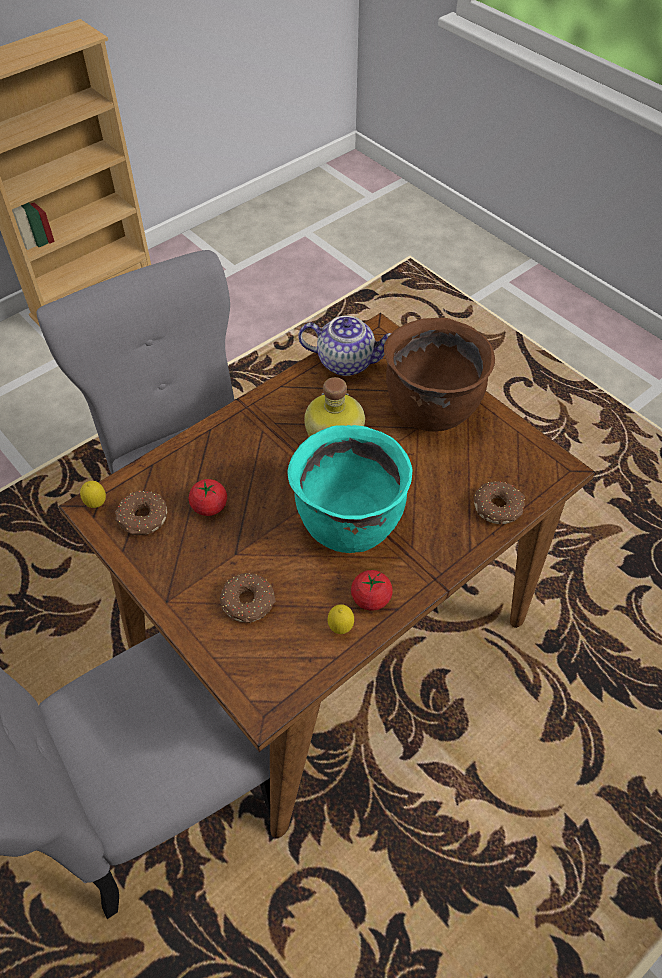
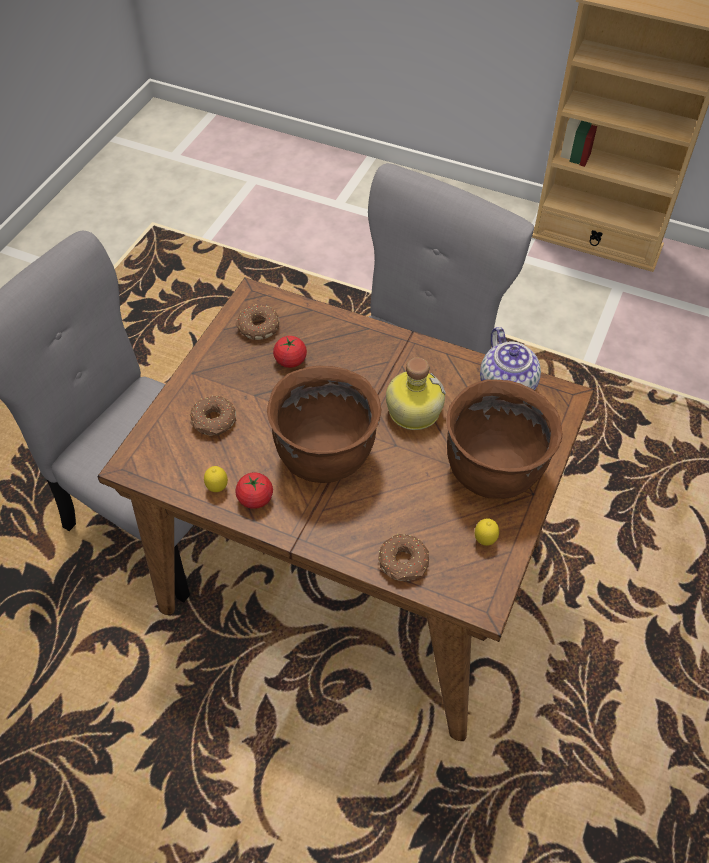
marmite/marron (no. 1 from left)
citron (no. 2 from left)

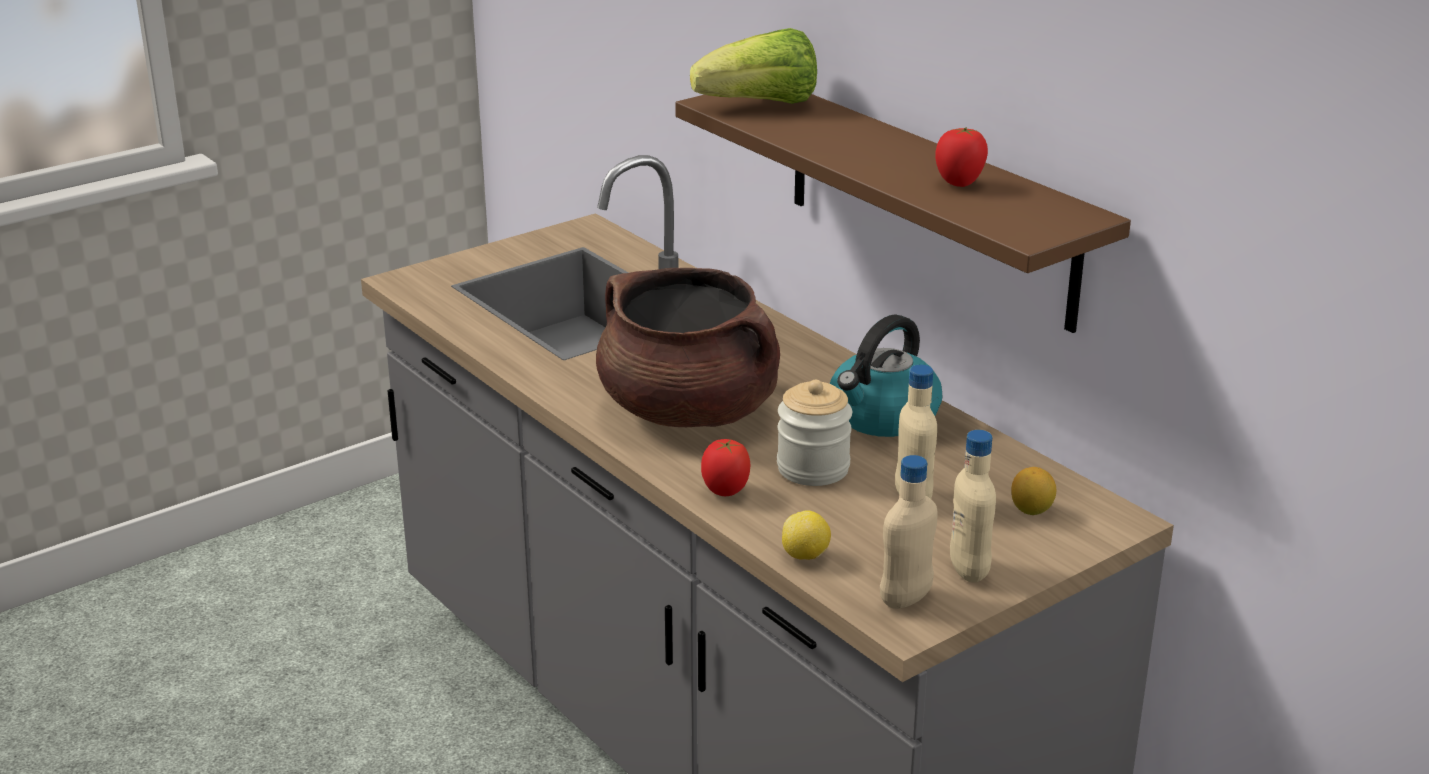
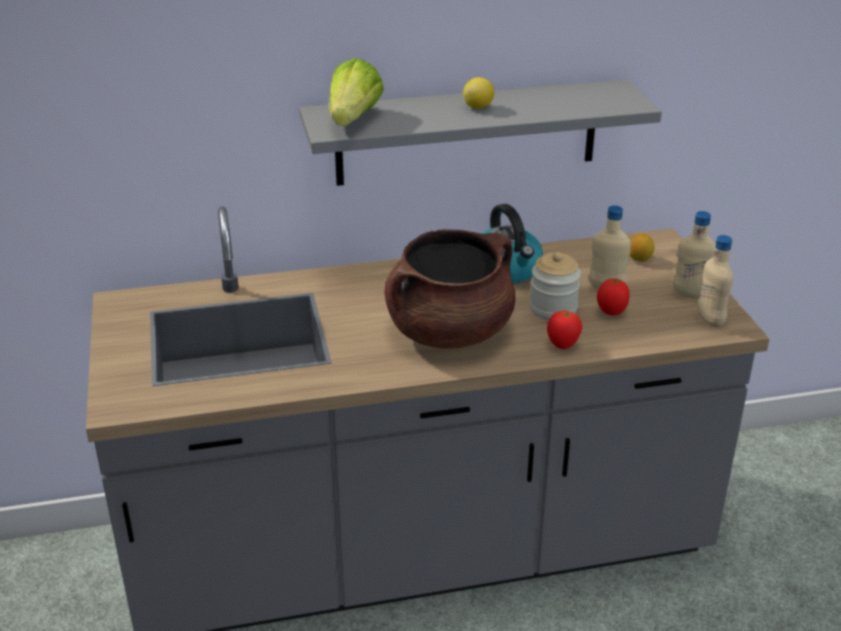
étagère/gris
tomate (no. 2 from left)
citron (no. 1 from left)

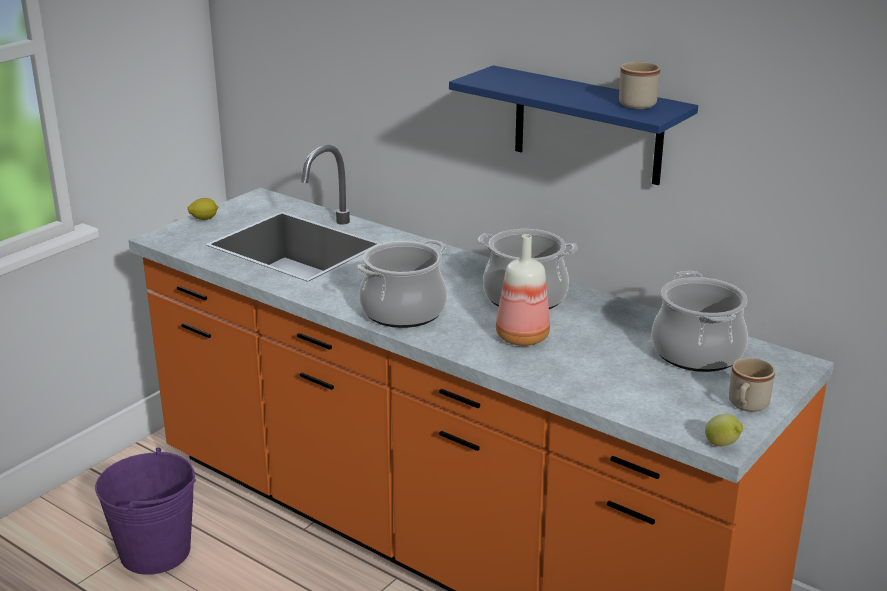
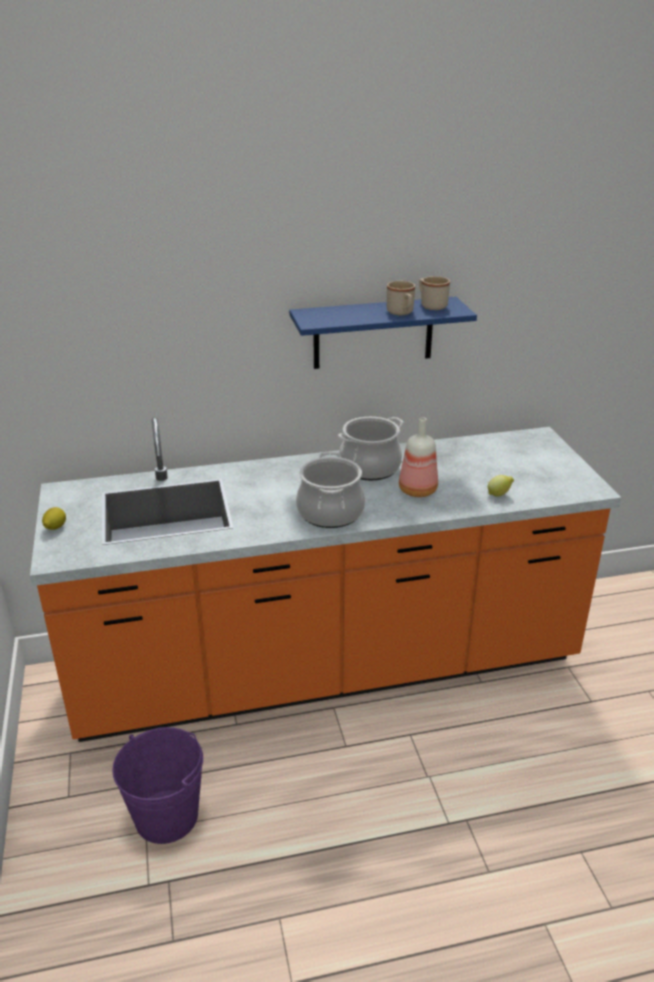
marmite (no. 3 from left in the first image)
mug/beige (no. 1 from left)
citron (no. 2 from left)

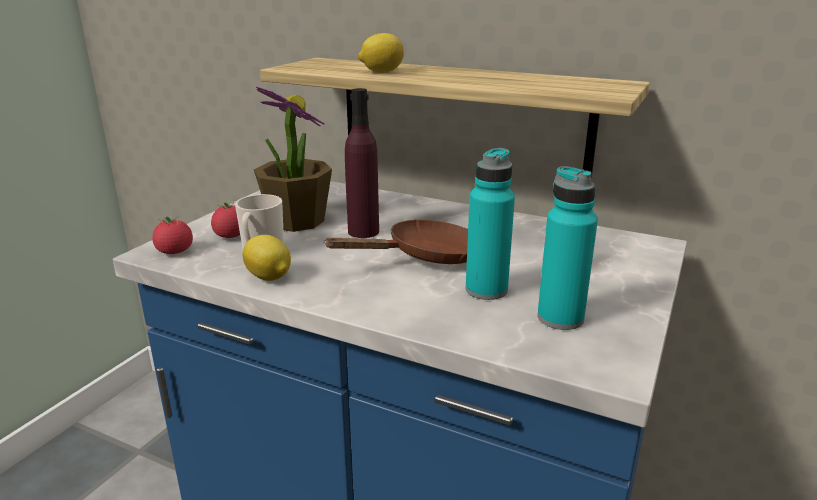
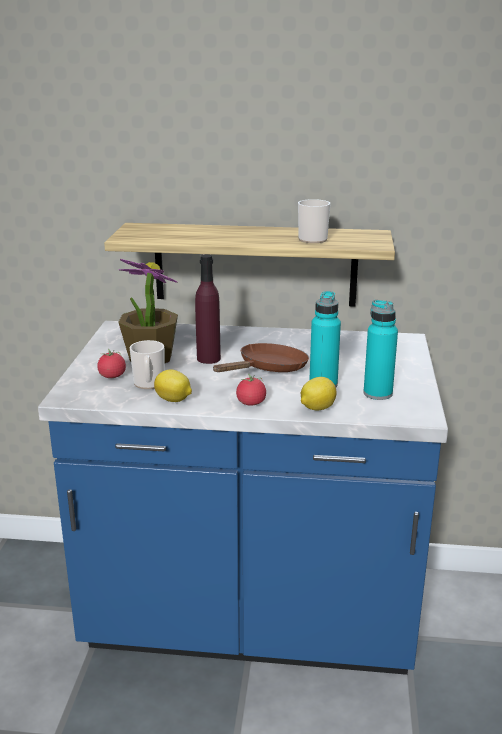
citron (no. 2 from left)
tomate (no. 2 from left)
mug (no. 2 from left)

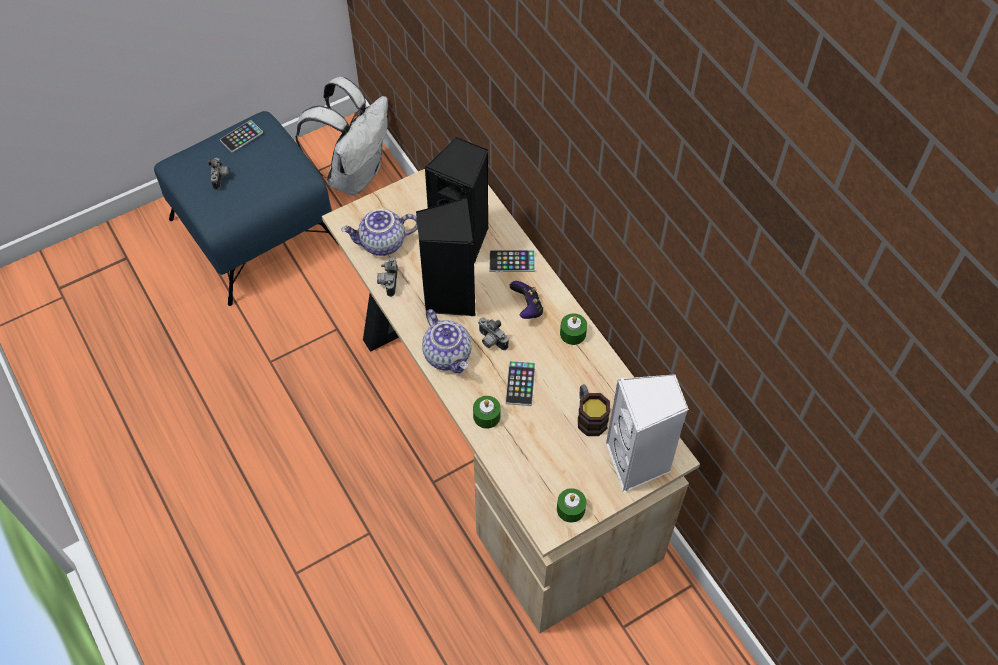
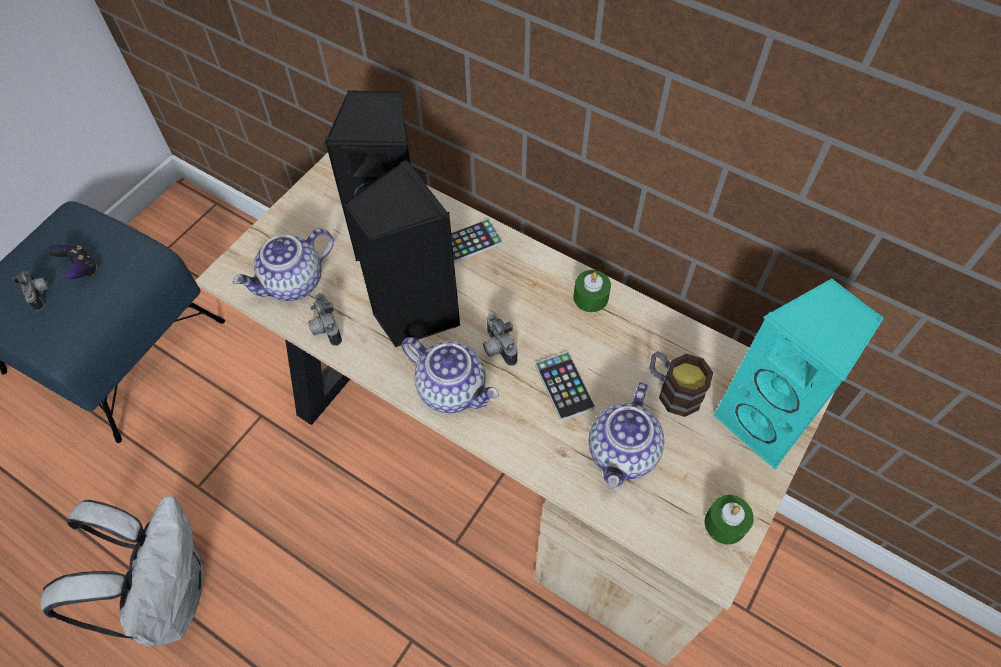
sac à dos/blanc
téléphone (no. 1 from left in the first image)
manette
appareil photo (no. 3 from left)
enceinte/turquoise
bougie/vert (no. 1 from left in the first image)
théière (no. 3 from left)

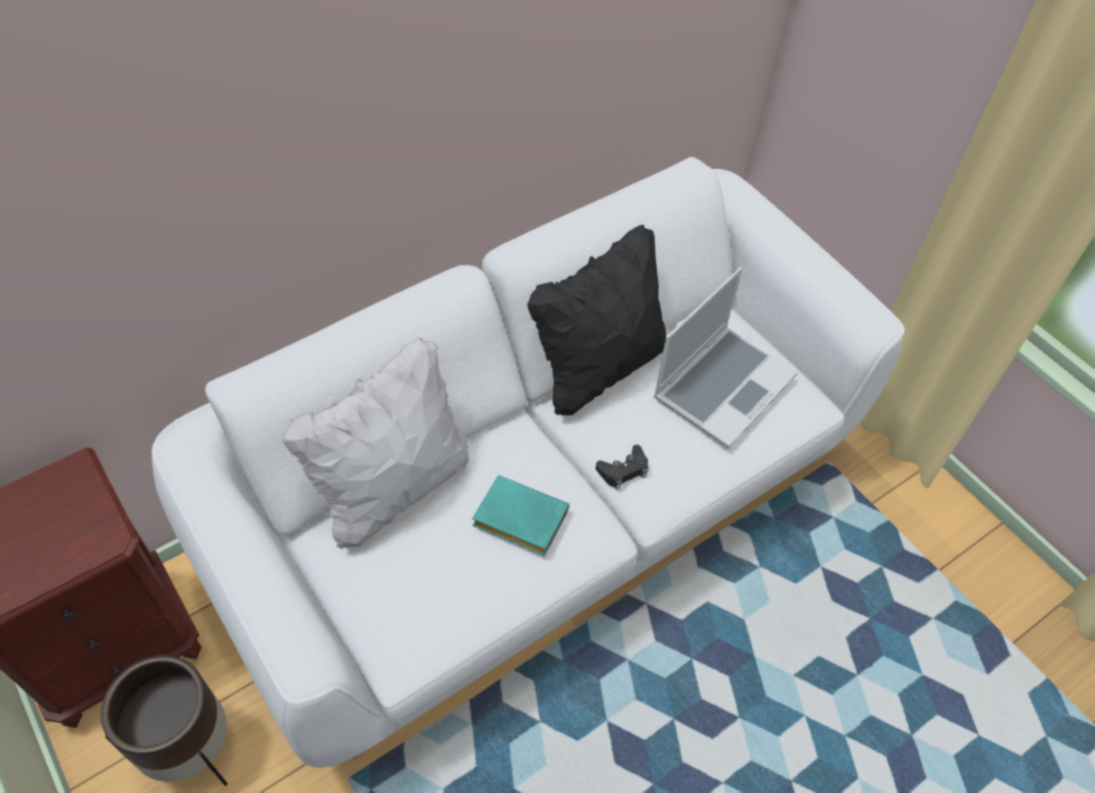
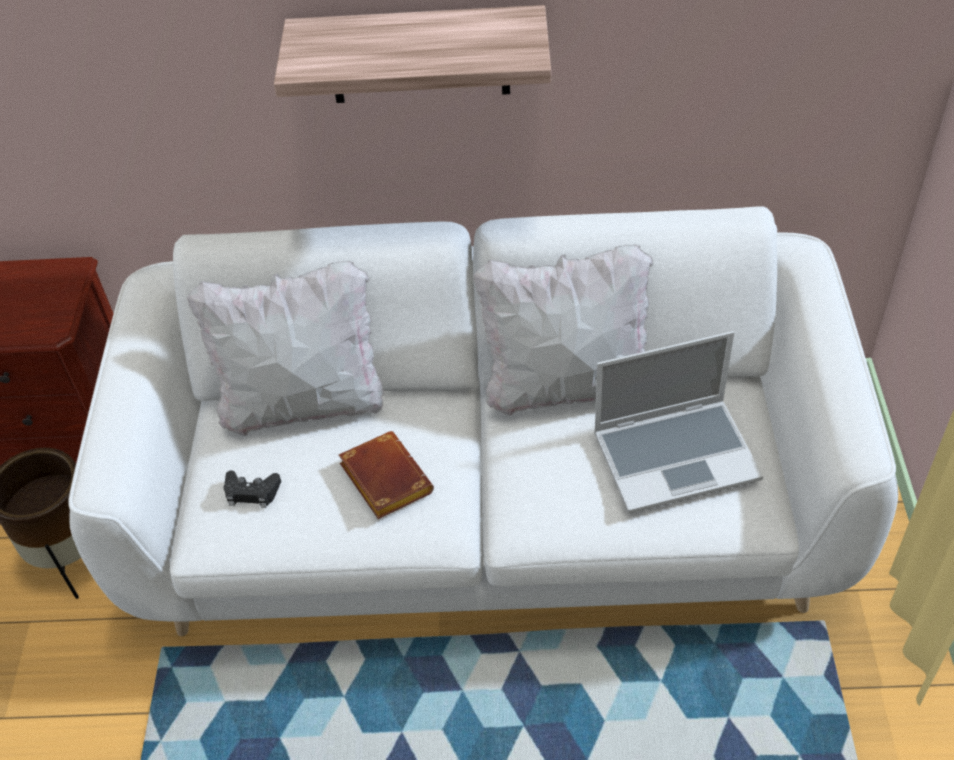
coussin/blanc (no. 2 from left)
manette/noir
livre/marron
étagère

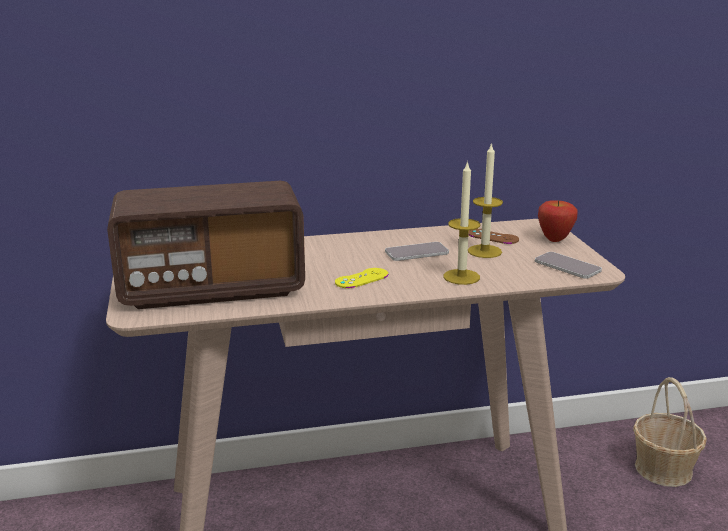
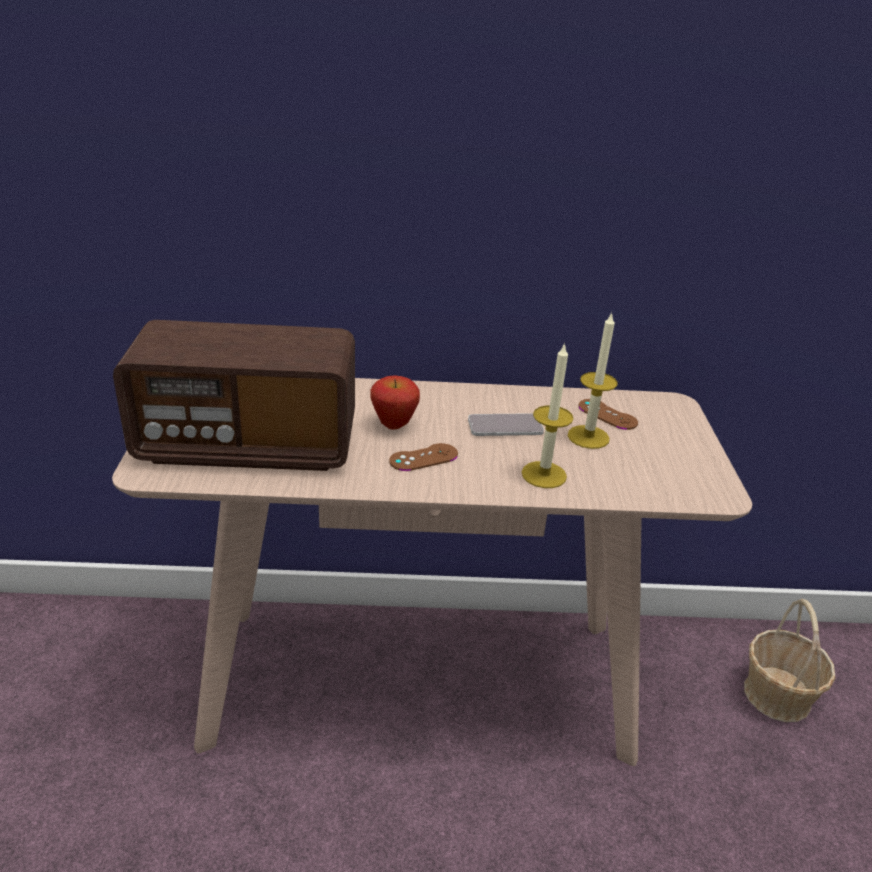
pomme
téléphone (no. 2 from left in the first image)
manette/marron (no. 1 from left)

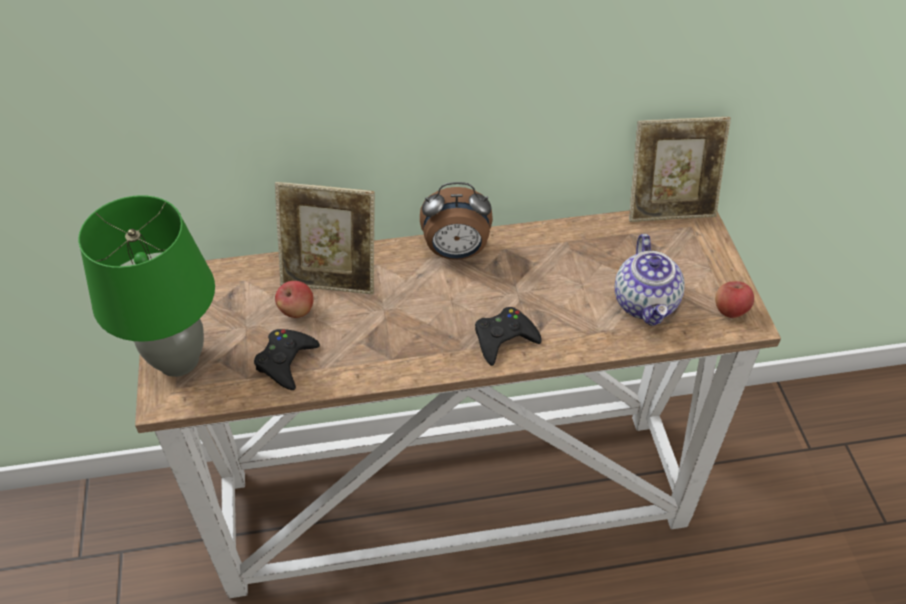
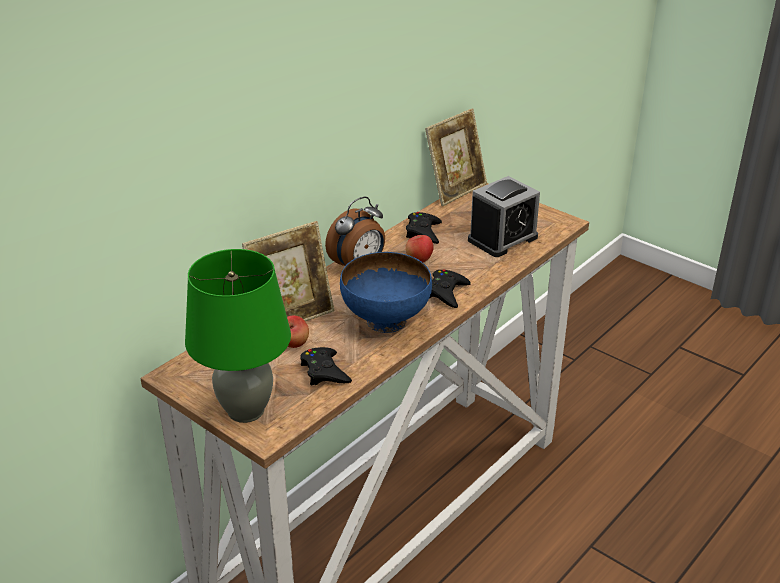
réveil (no. 2 from left)
pomme (no. 2 from left)
manette/noir (no. 2 from left)
bol/bleu

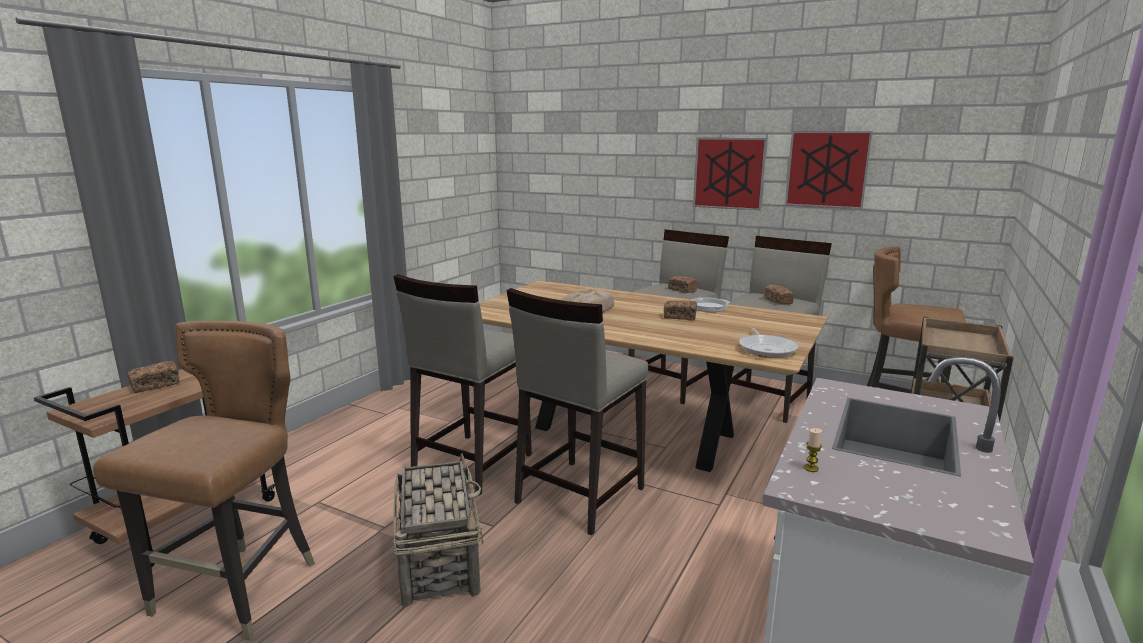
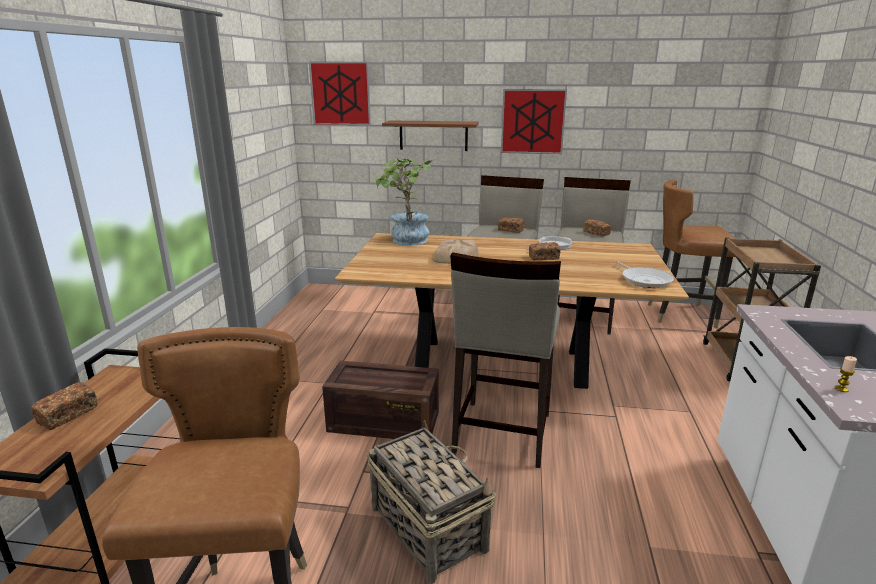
tableau (no. 1 from left)
caisse
étagère/marron
plante en pot

